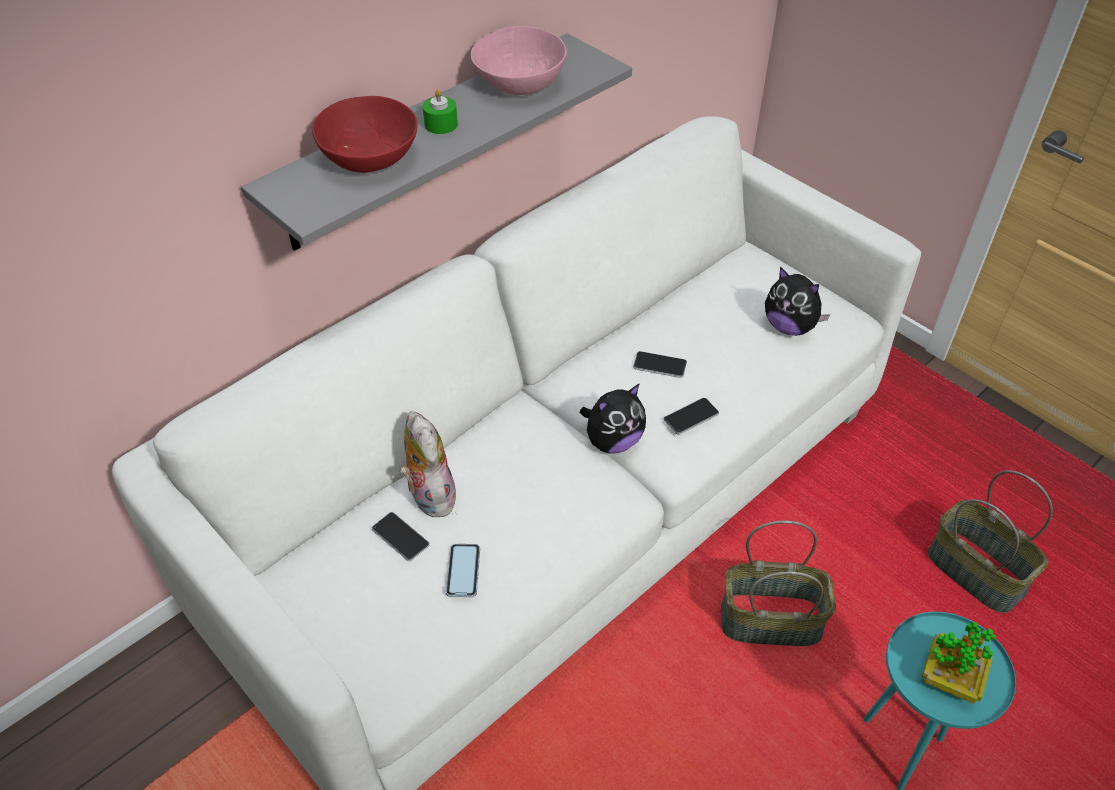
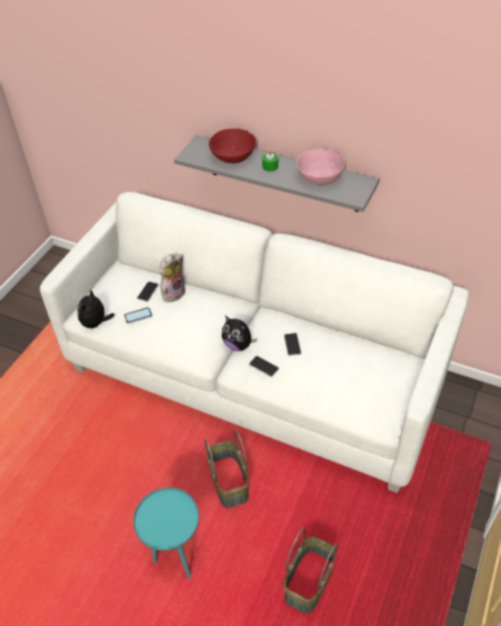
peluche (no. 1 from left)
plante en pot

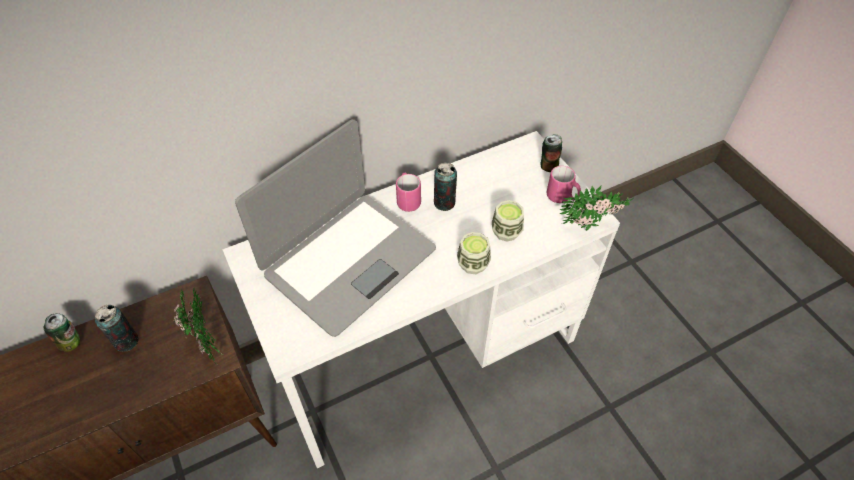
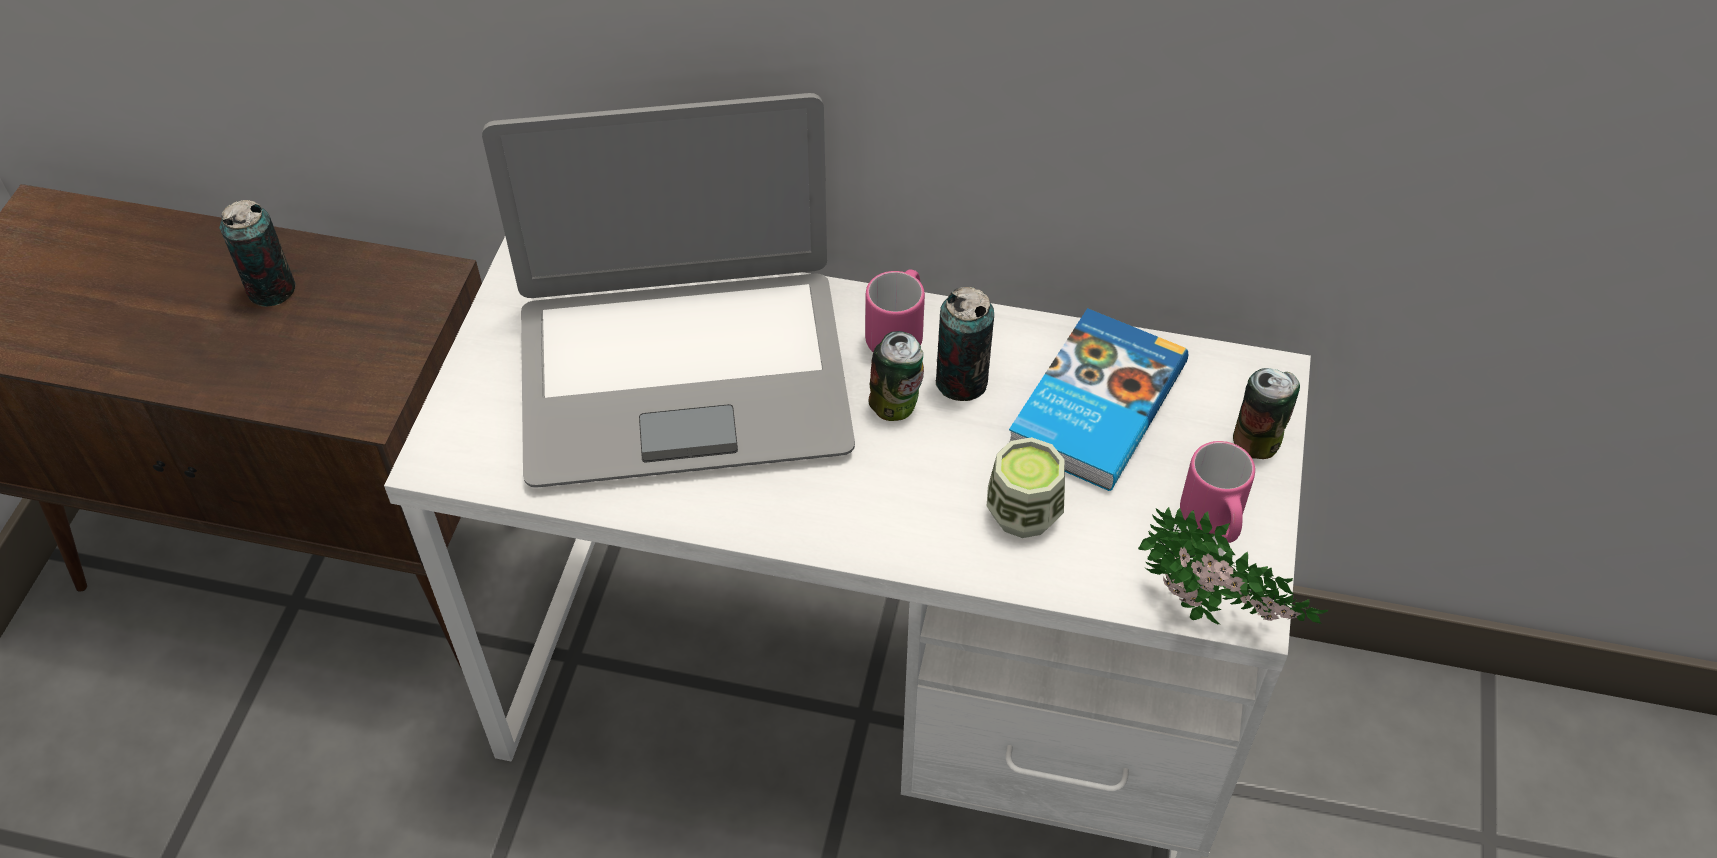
tasse (no. 1 from left in the first image)
plante en pot (no. 1 from left in the first image)
boîte métallique (no. 2 from left)
livre

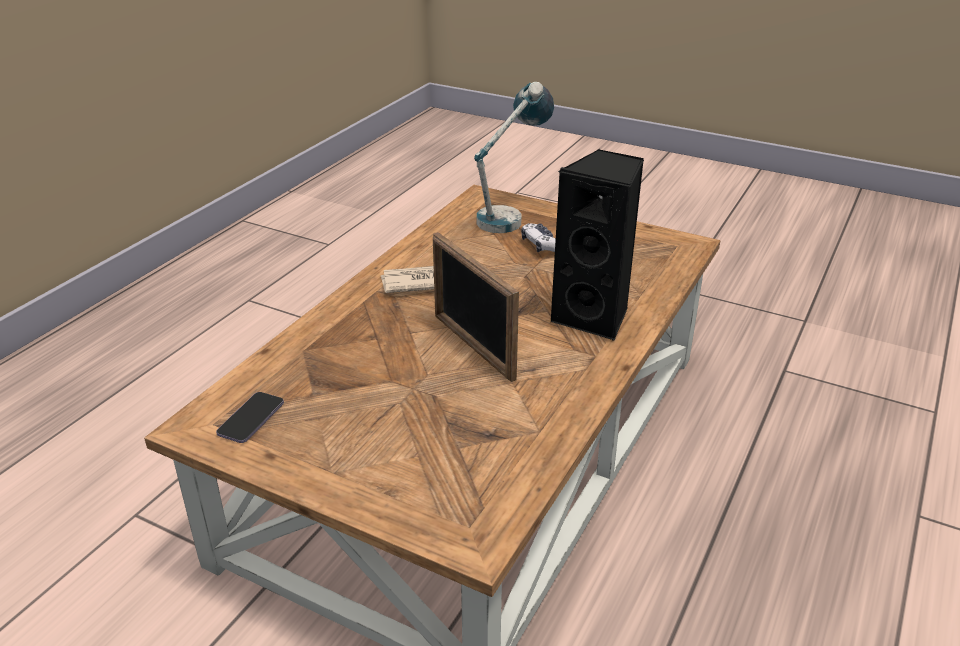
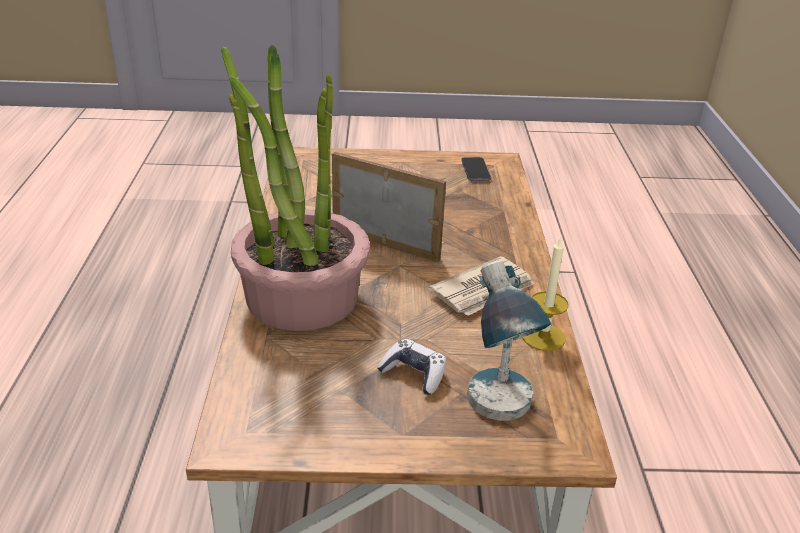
plante en pot
bougie

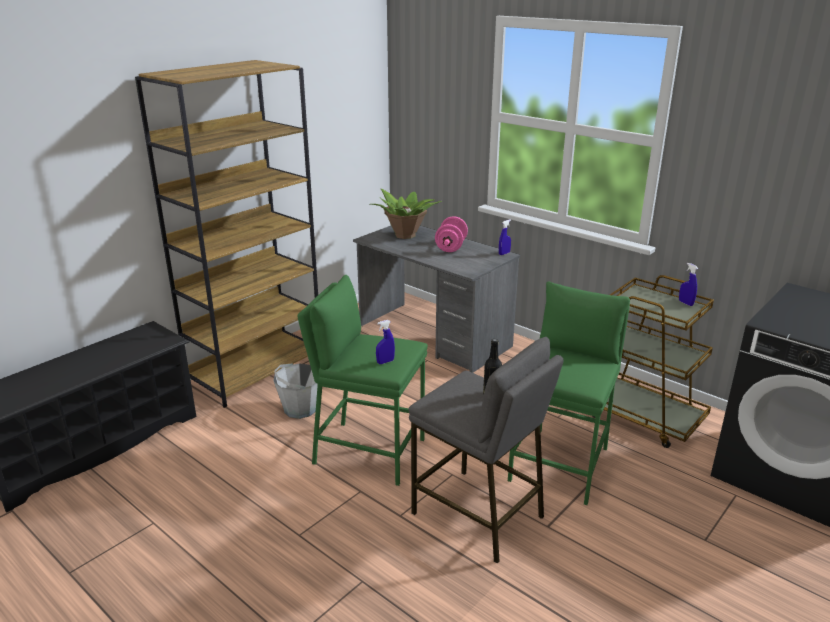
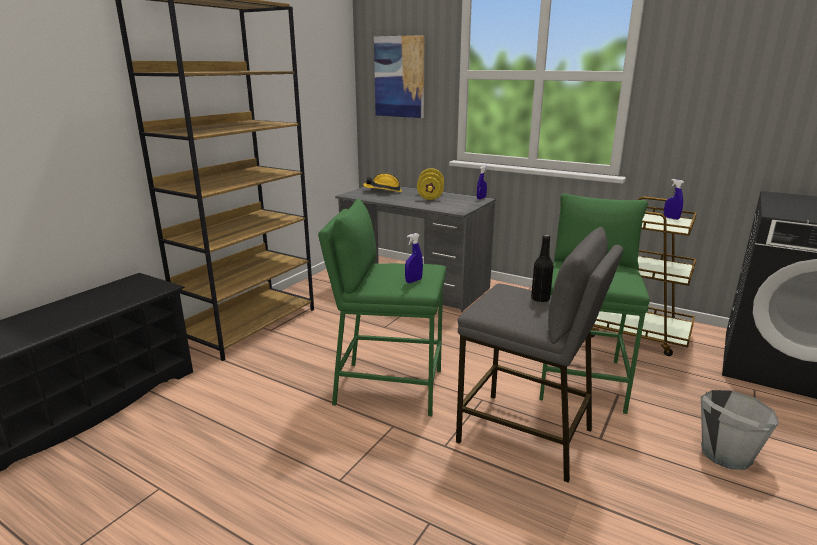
casque de chantier
haltère/jaune
seau/gris
tableau

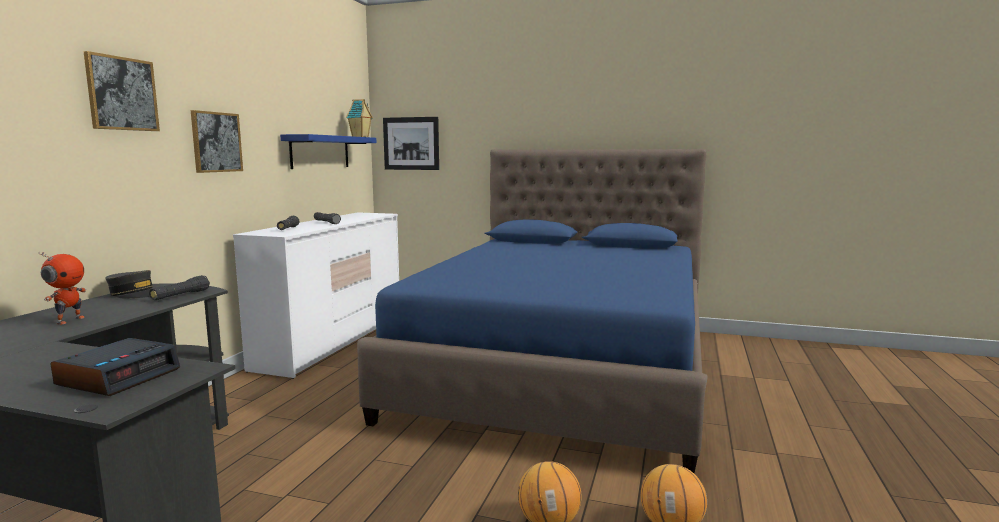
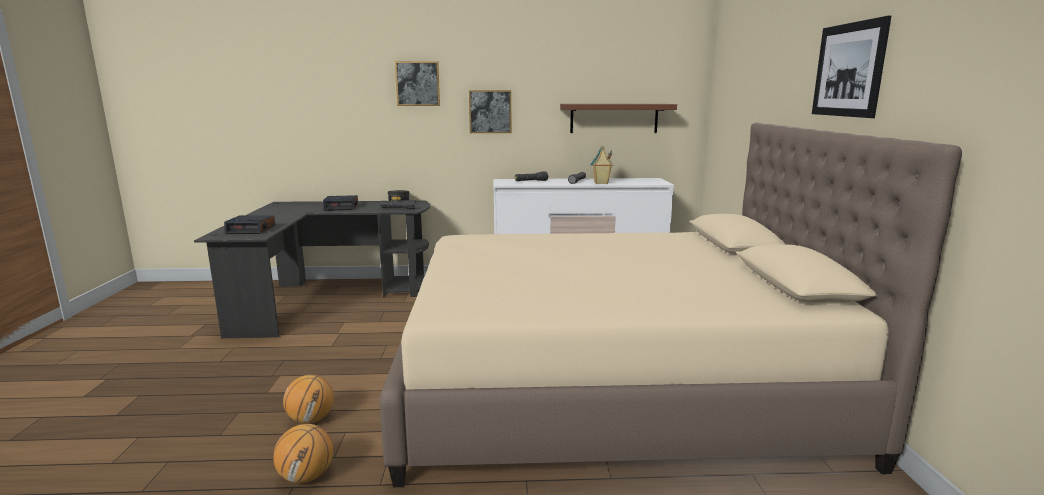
maison miniature
tableau (no. 3 from left)
étagère/marron
lit/beige
réveil (no. 2 from left)

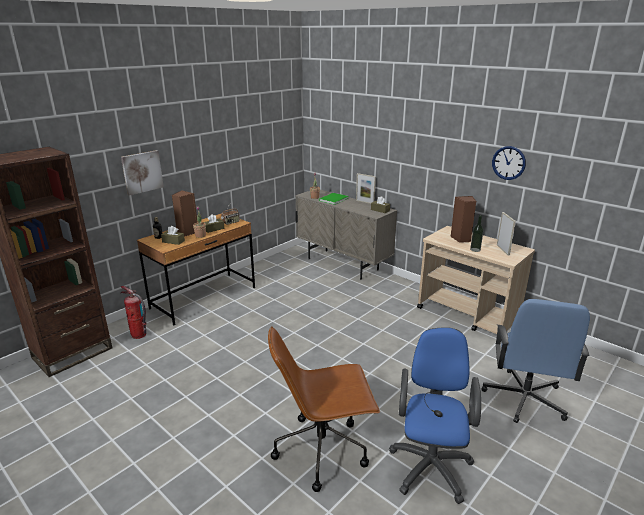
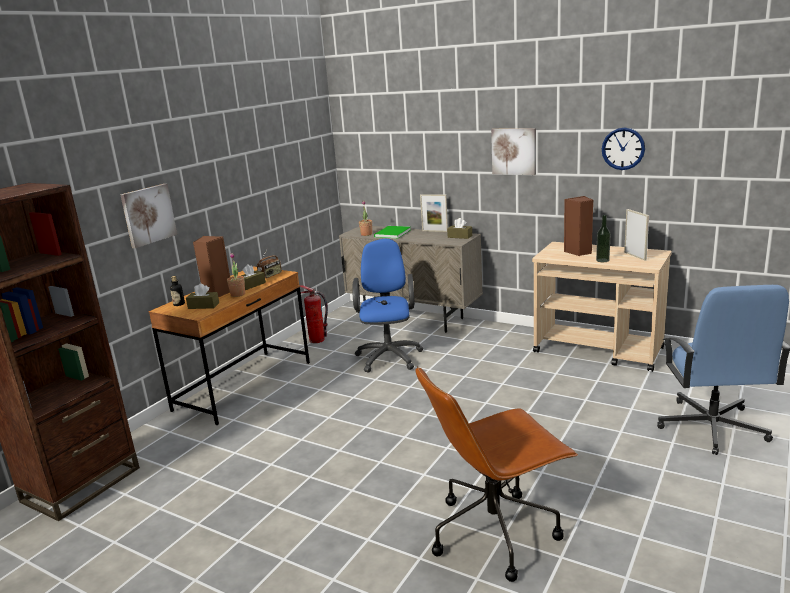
extincteur
chaise de bureau/bleu (no. 1 from left)
tableau (no. 2 from left)

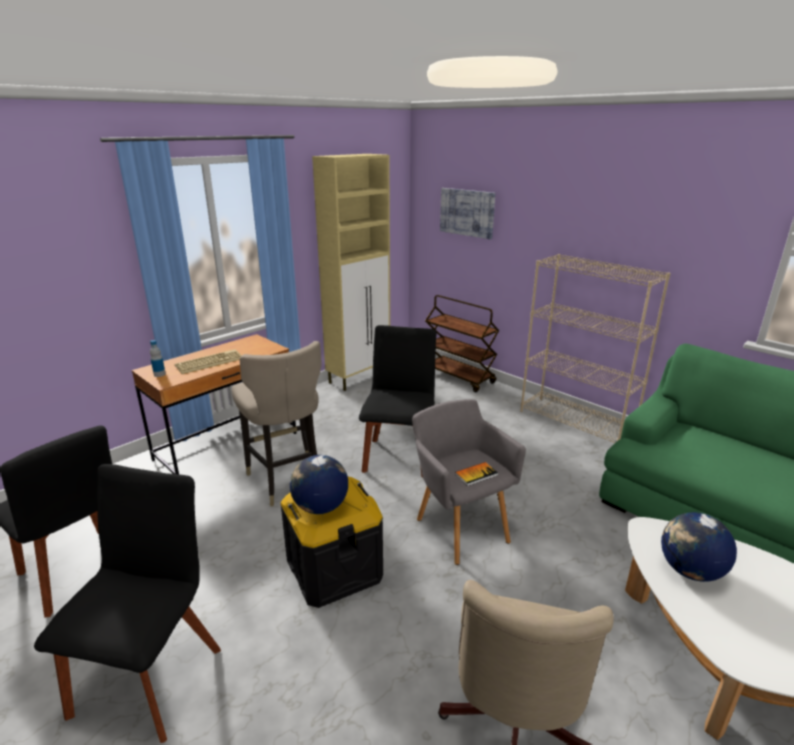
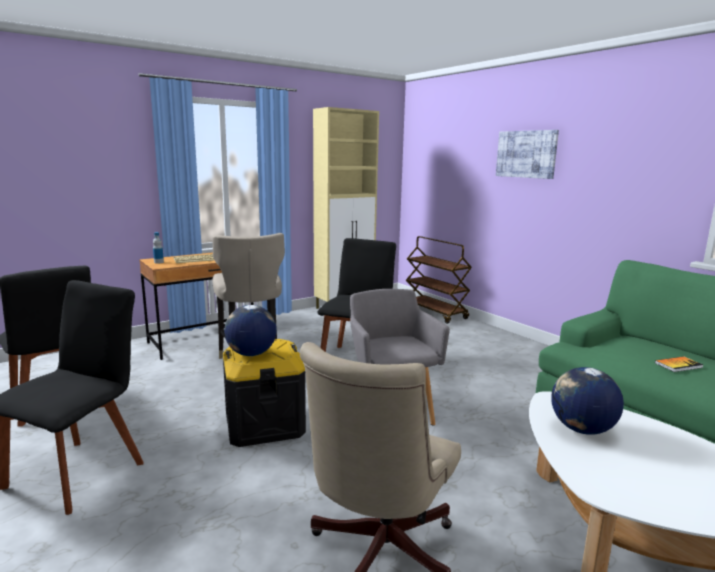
tableau
bibliothèque/beige
livre

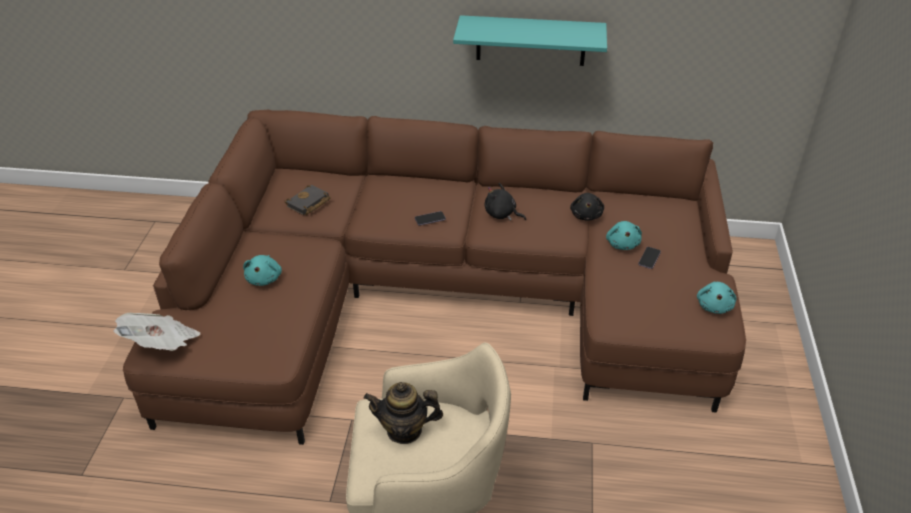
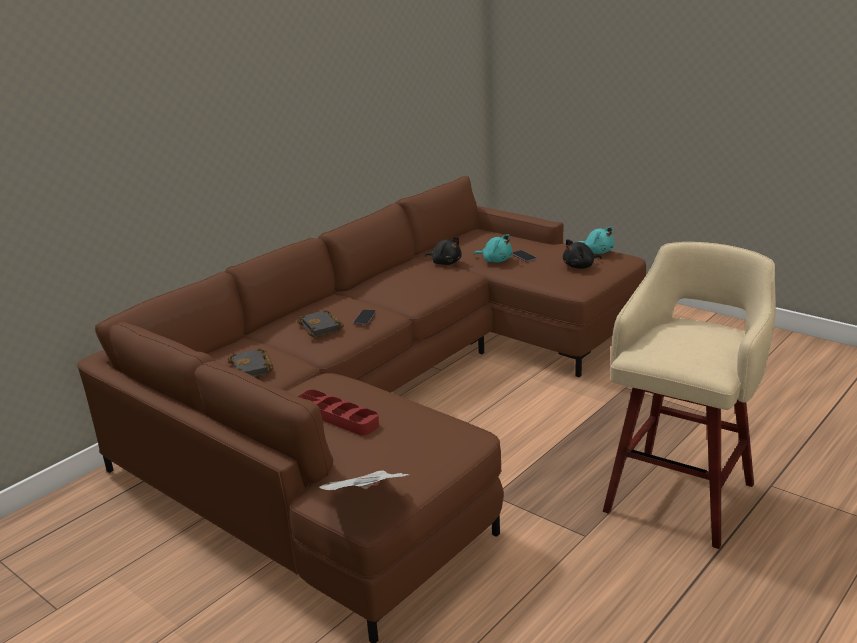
étagère/turquoise
peluche/noir (no. 2 from left)
plateau/rouge
théière
livre/noir (no. 2 from left)

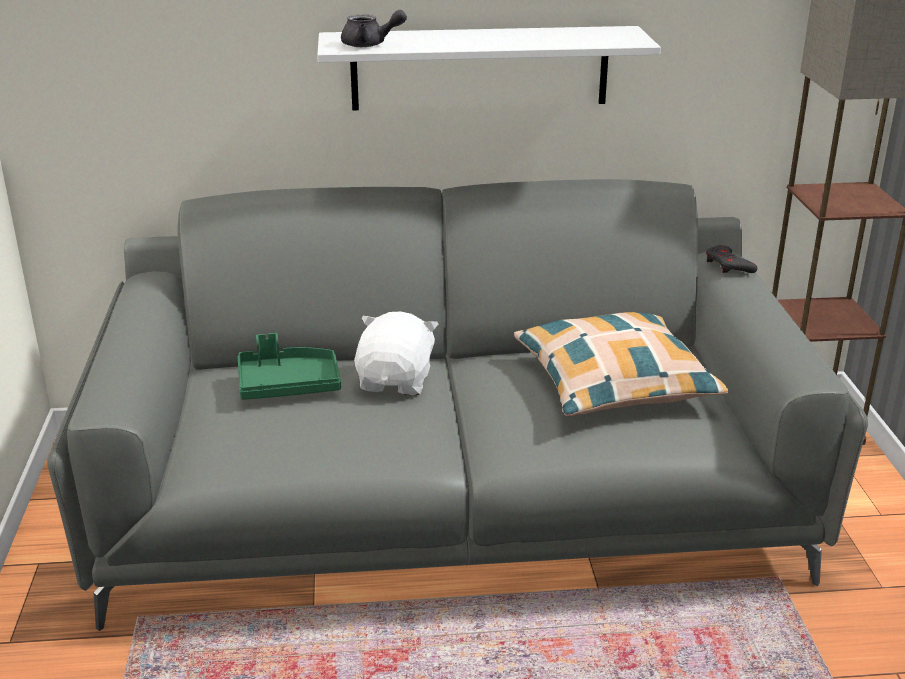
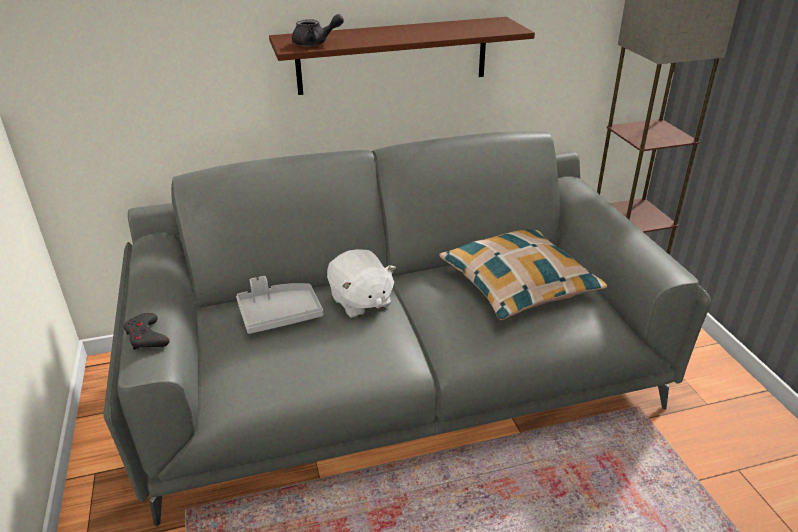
étagère/marron
manette/gris
peluche/blanc
plateau/gris

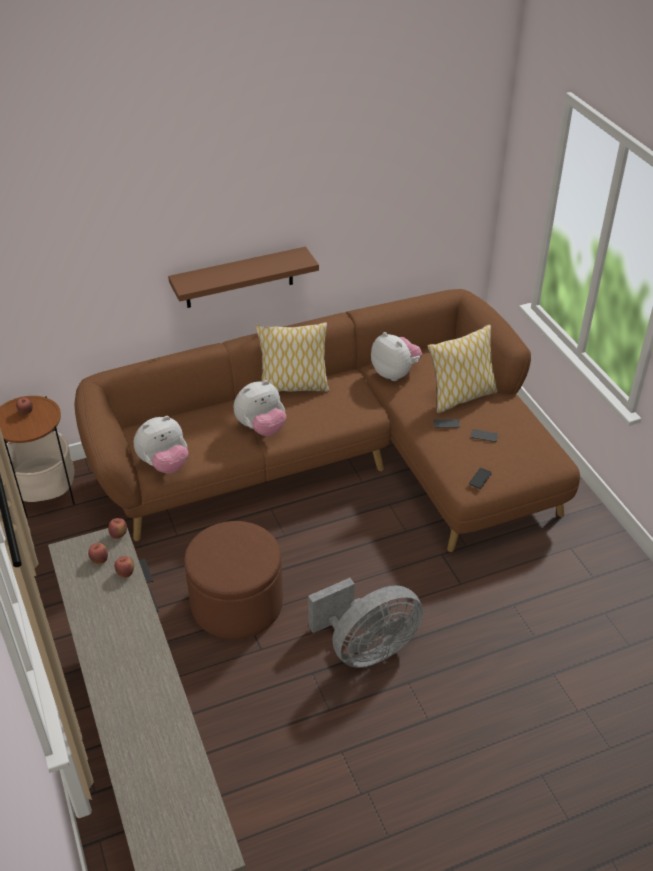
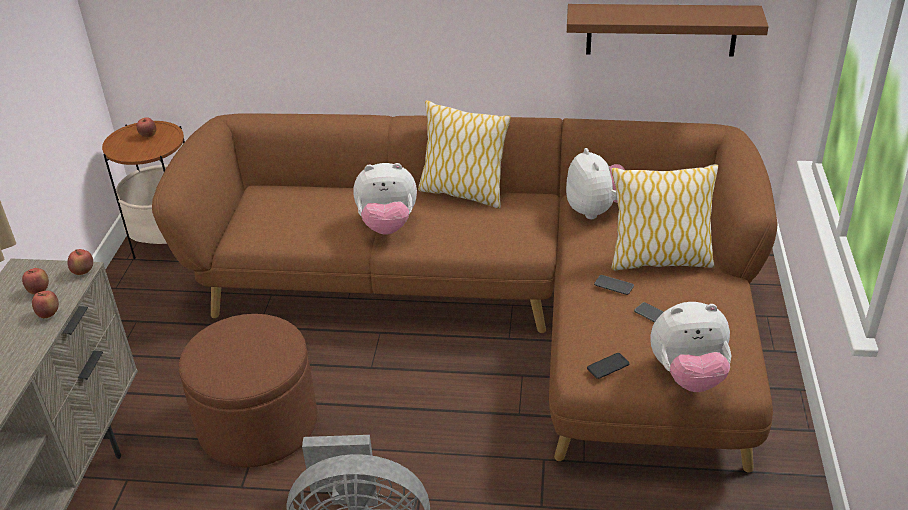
étagère/marron
peluche (no. 3 from left)

